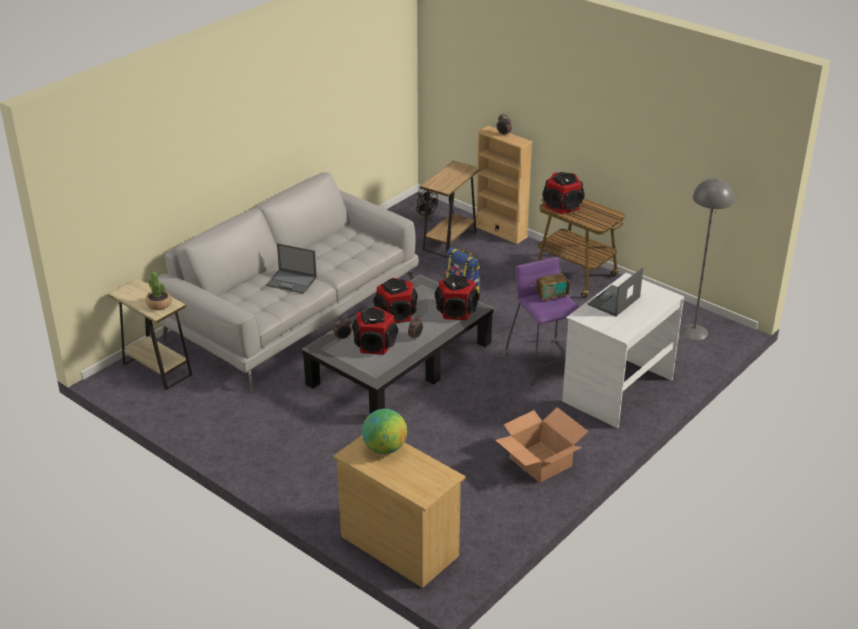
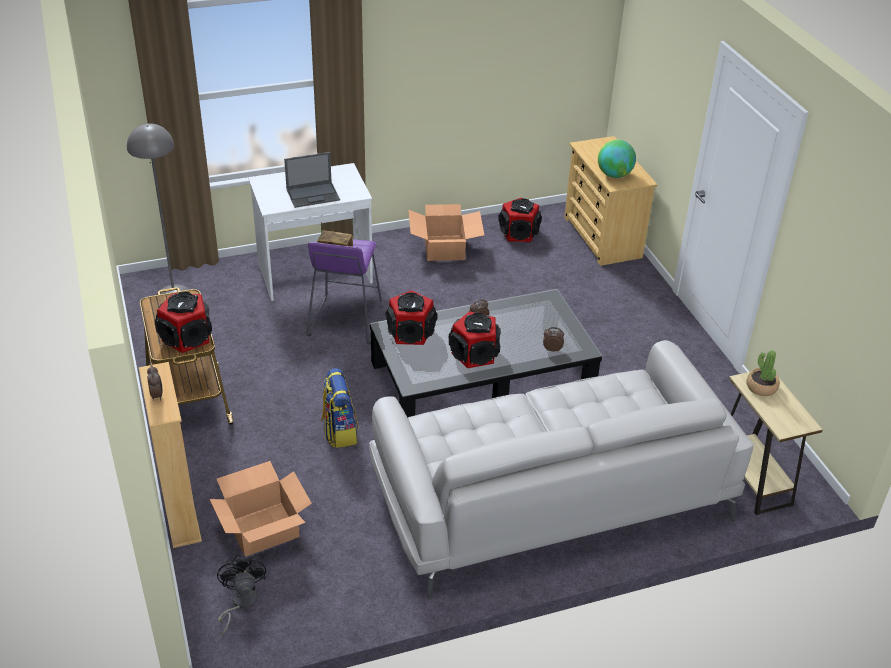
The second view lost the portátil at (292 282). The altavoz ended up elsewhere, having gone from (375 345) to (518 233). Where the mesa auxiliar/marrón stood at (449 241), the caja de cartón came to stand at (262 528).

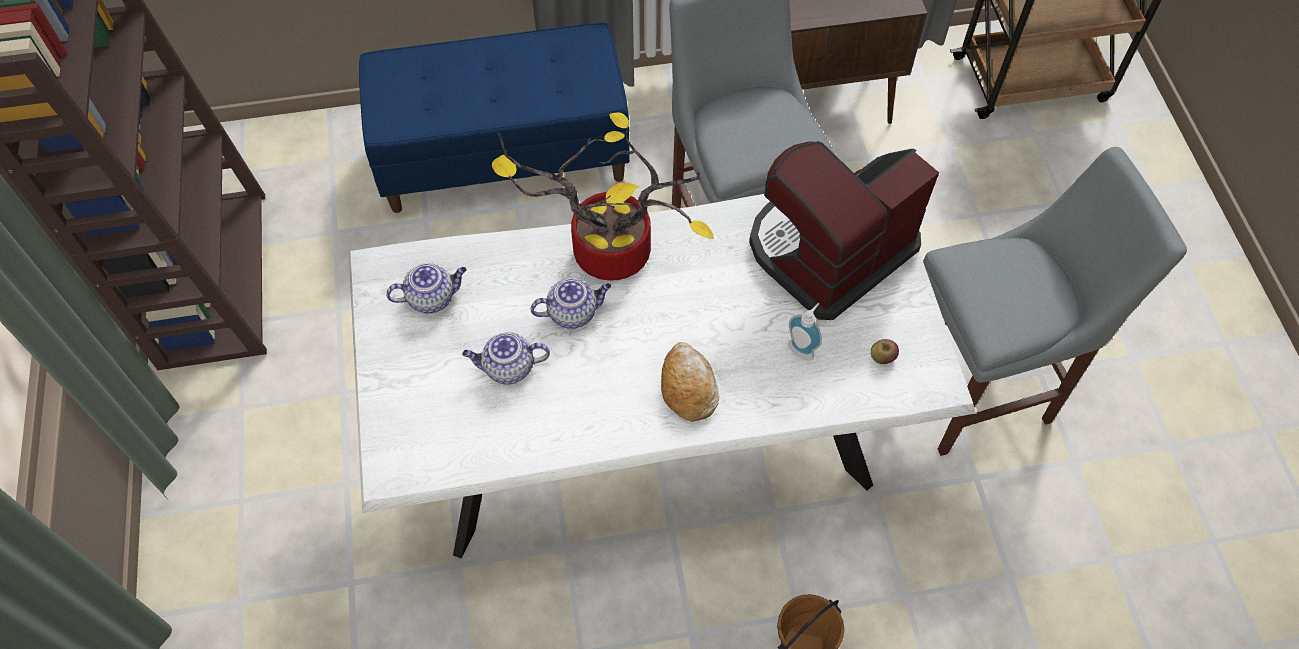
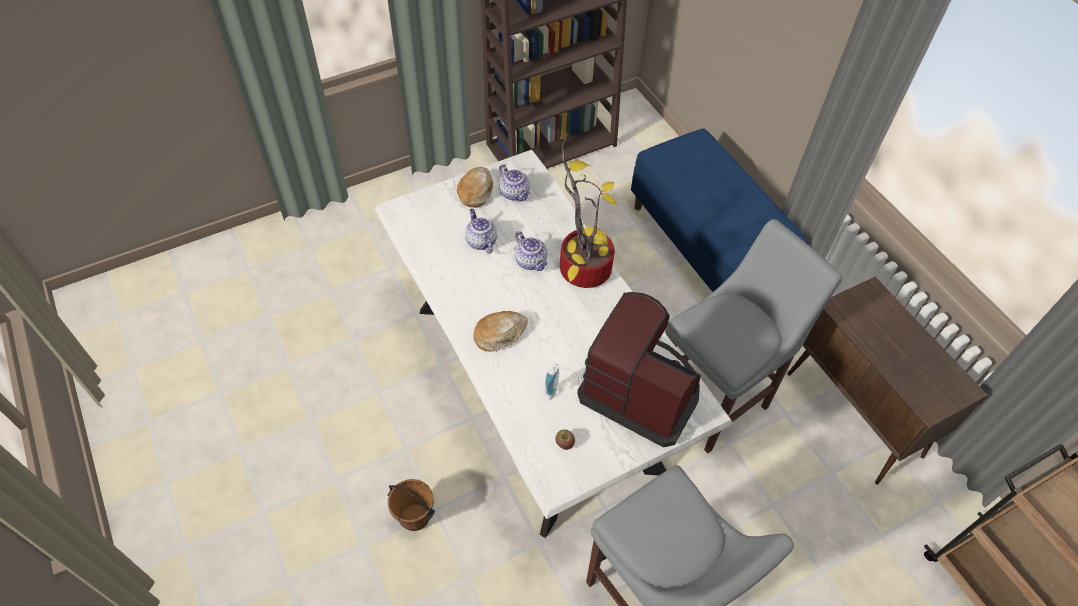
The second view gained the pan at (476 191).

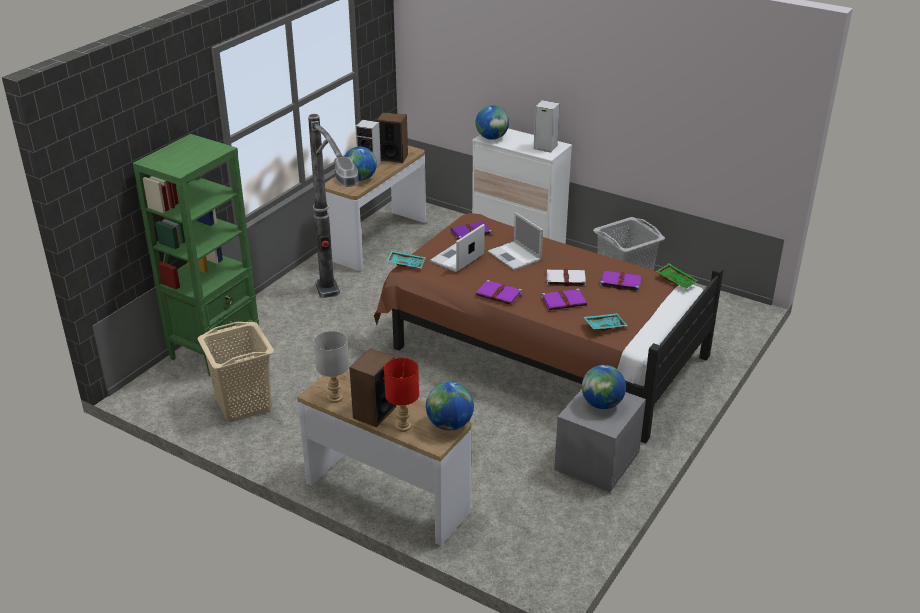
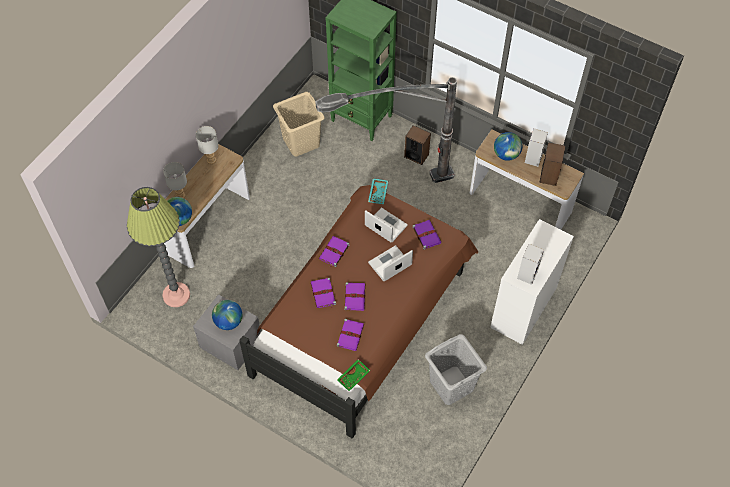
The second view lost the globo terráqueo at (492 138). The second view lost the bandeja/turquesa at (604 325). The second view gained the lámpara de pie at (176 295). The altavoz ended up elsewhere, having gone from (374 412) to (416 155). What was the lámpara de mesa/rojo at (402 427) turned into the lámpara de mesa/gris at (180 195). What was the libro/blanco at (565 279) turned into the libro/morado at (354 296).

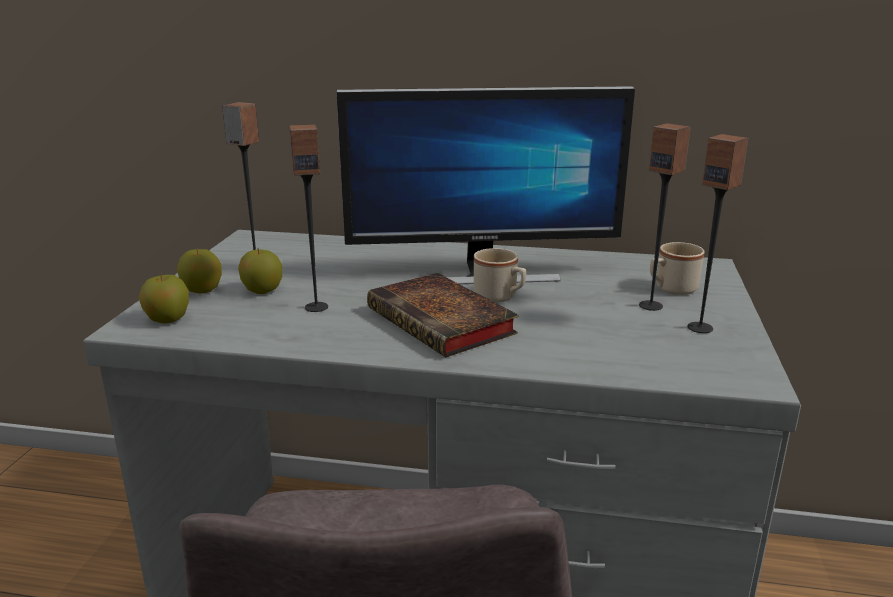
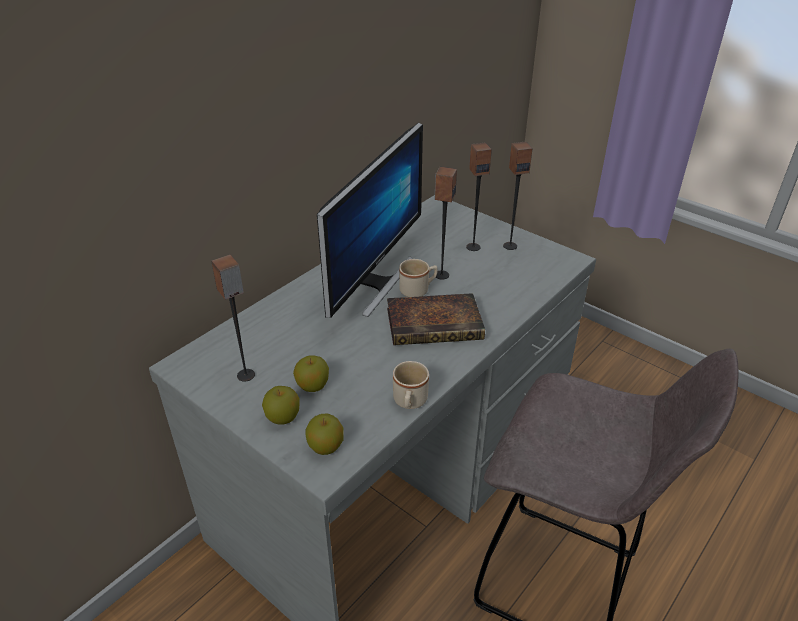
The altavoz ended up elsewhere, having gone from (316 307) to (441 275). The taza grande/beis ended up elsewhere, having gone from (671 289) to (409 403).

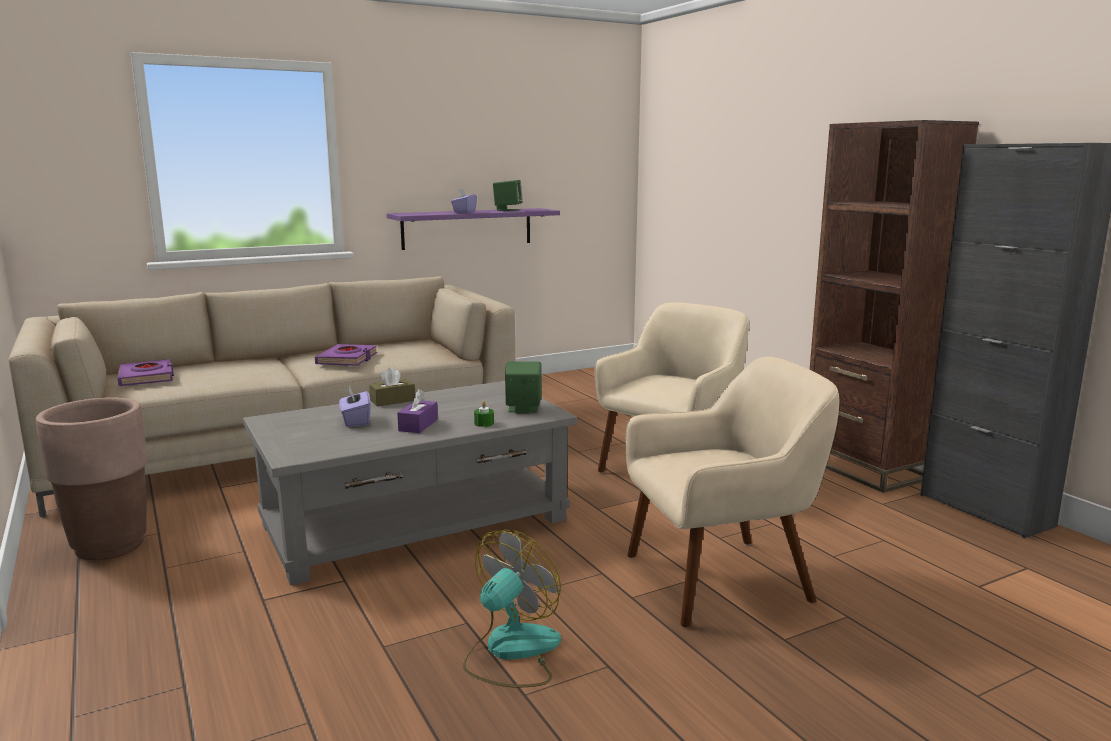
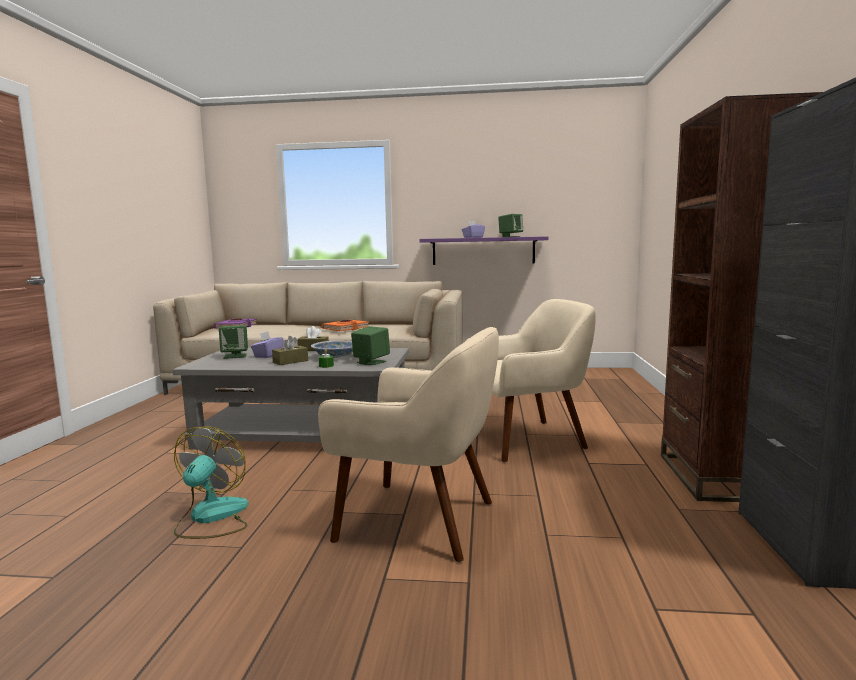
The second view lost the maceta/marrón at (109 546). The second view gained the altavoz/verde at (235 356). The second view gained the cuenco at (335 357). What was the libro/morado at (347 359) turned into the libro/naranja at (345 328). What was the caja de pañuelos/morado at (418 425) turned into the caja de pañuelos/marrón at (290 361). The ventilador at (511 652) ended up facing another way, 60 degrees counterclockwise from before.

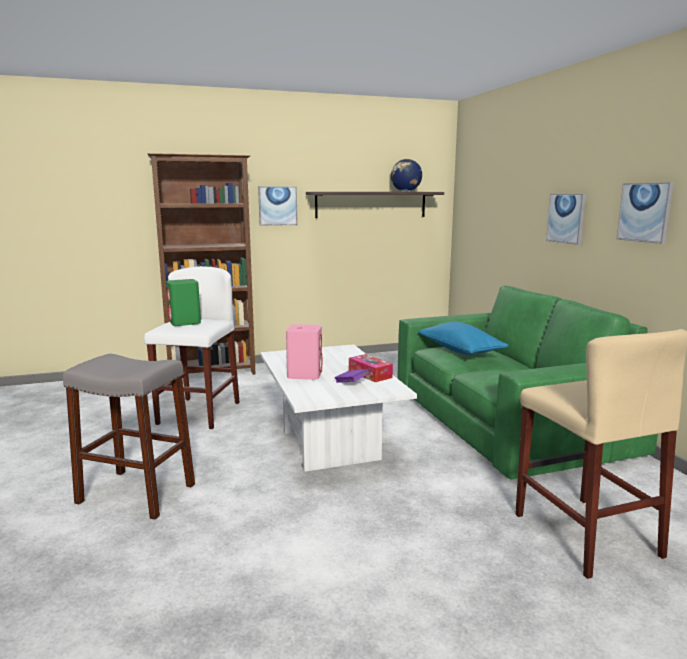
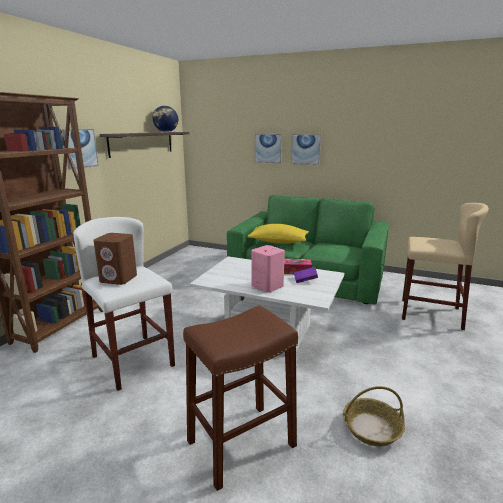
The second view gained the cesta at (371 428). The cuadro ended up elsewhere, having gone from (644 212) to (268 148). What was the taburete/gris at (136 493) turned into the taburete/marrón at (241 443). What was the altavoz/verde at (185 322) turned into the altavoz/marrón at (119 278). What was the cojín/azul at (460 351) turned into the cojín/amarillo at (278 242).

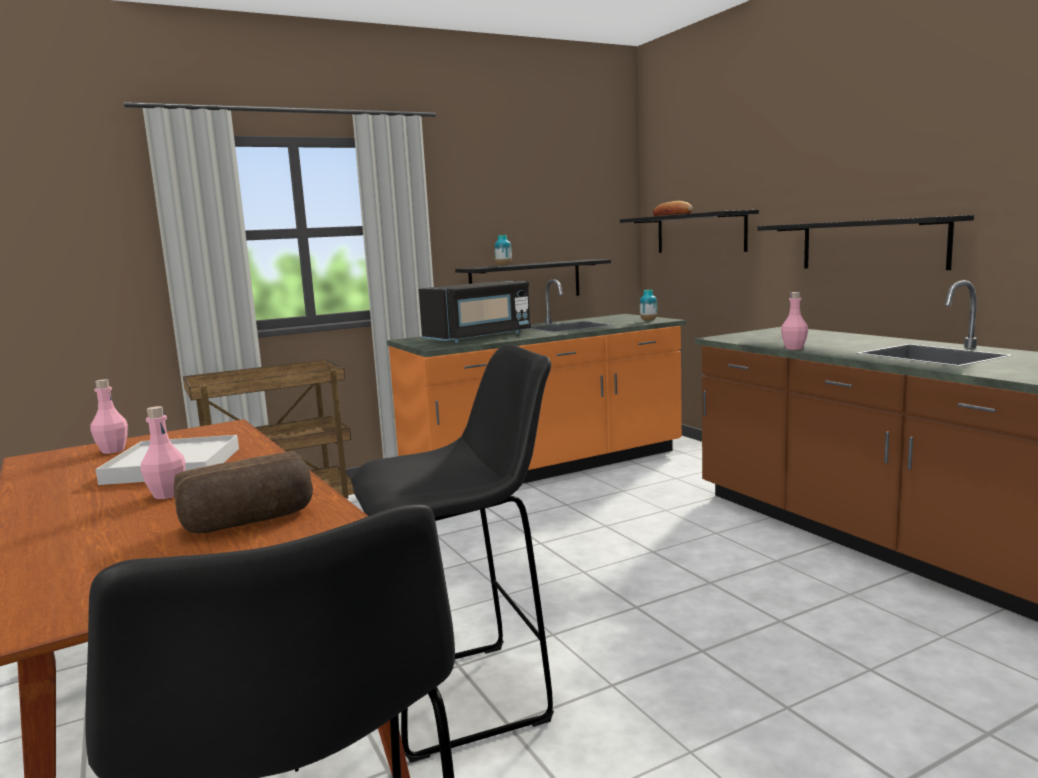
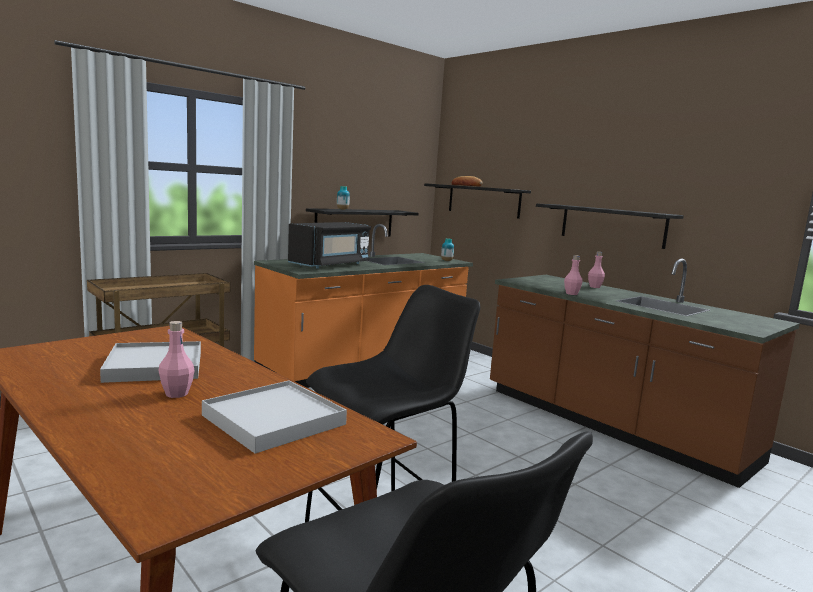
The botella/rosa ended up elsewhere, having gone from (113 450) to (594 287). Where the pan stood at (249 521), the bandeja/blanco came to stand at (273 420).

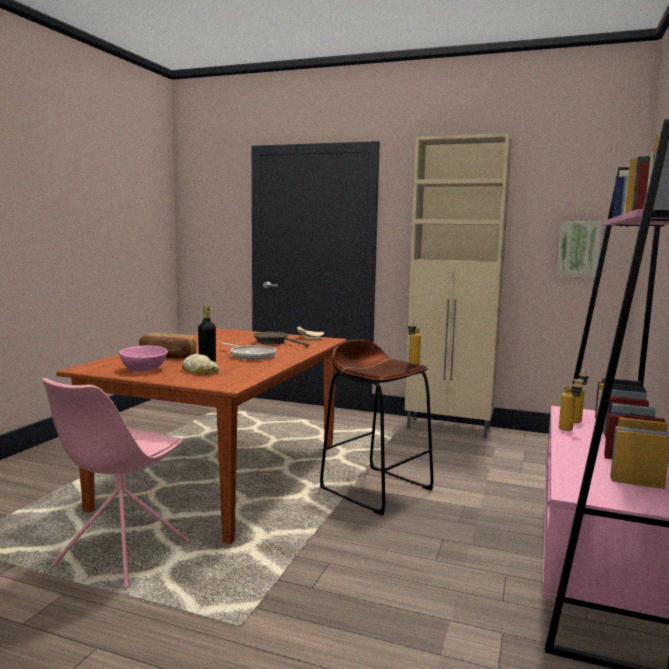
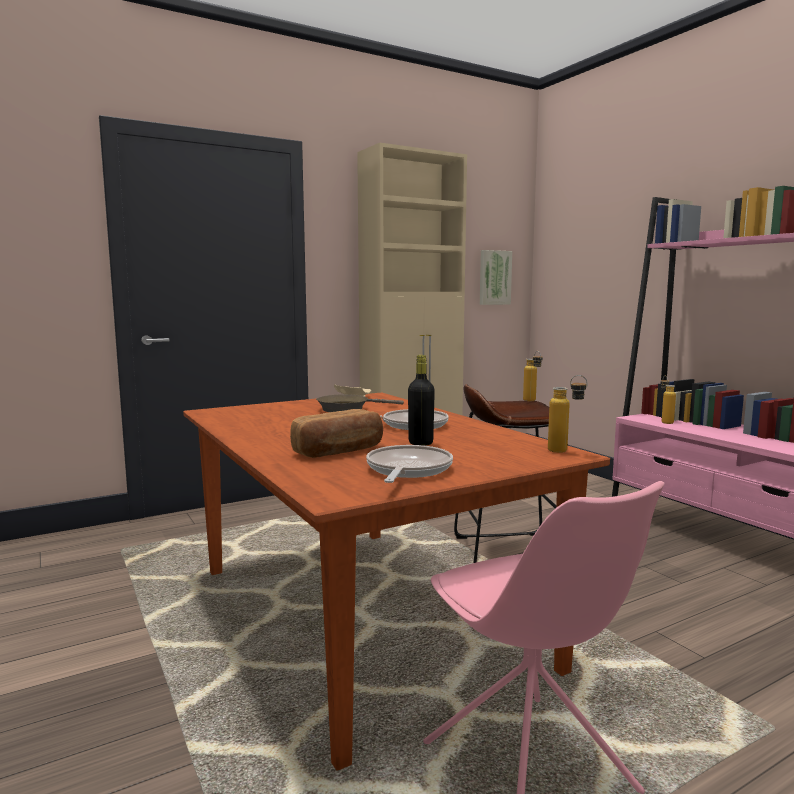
The second view lost the pan at (200 371). The botella ended up elsewhere, having gone from (569 430) to (565 451). Where the cuenco/rosa stood at (143 369), the sartén came to stand at (407 470).

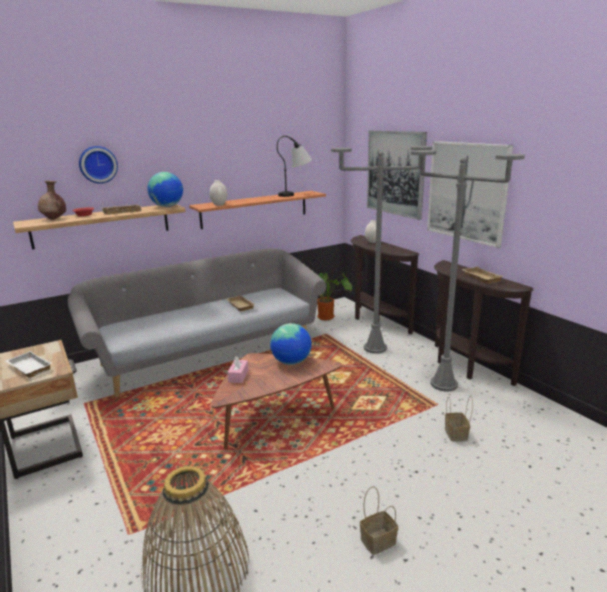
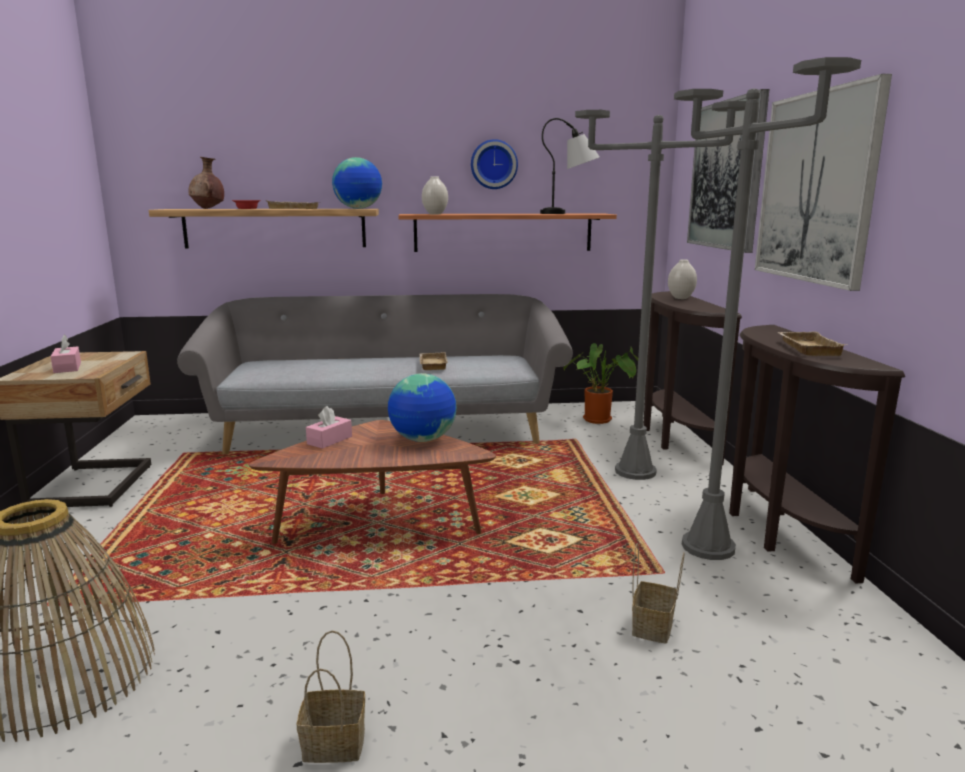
The reloj de pared ended up elsewhere, having gone from (98 164) to (493 164). Where the bandeja/blanco stood at (28 368), the caja de pañuelos/rosa came to stand at (67 367).

